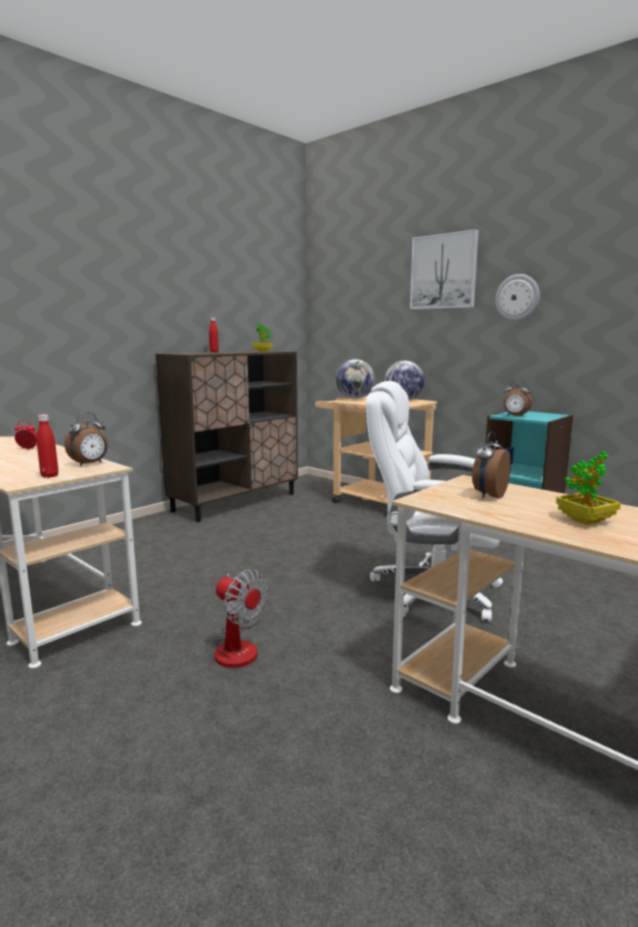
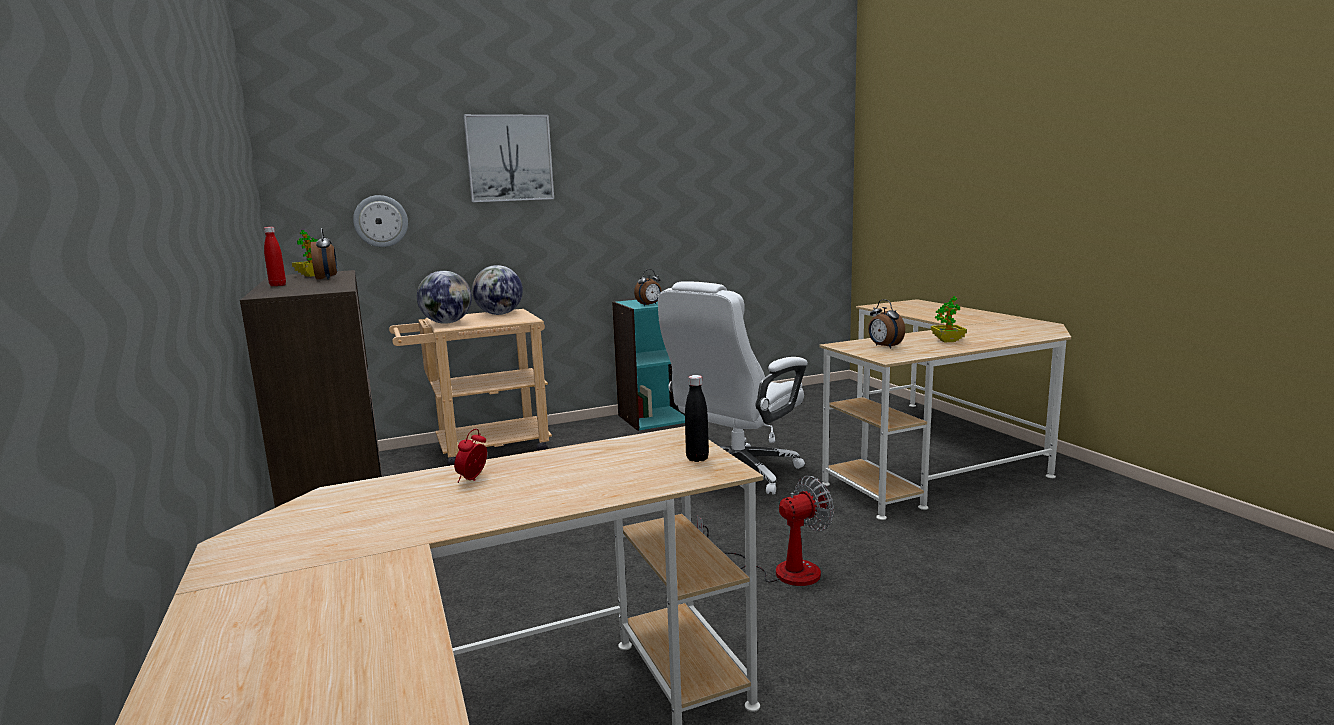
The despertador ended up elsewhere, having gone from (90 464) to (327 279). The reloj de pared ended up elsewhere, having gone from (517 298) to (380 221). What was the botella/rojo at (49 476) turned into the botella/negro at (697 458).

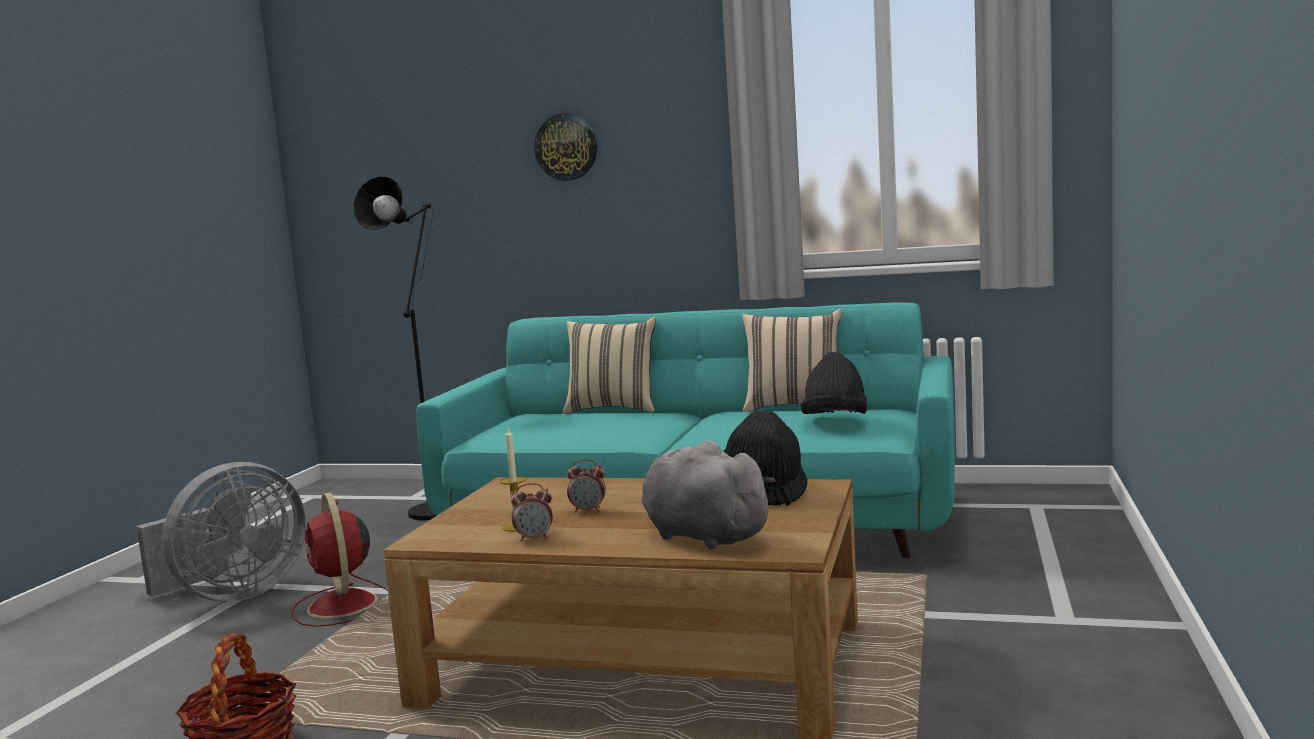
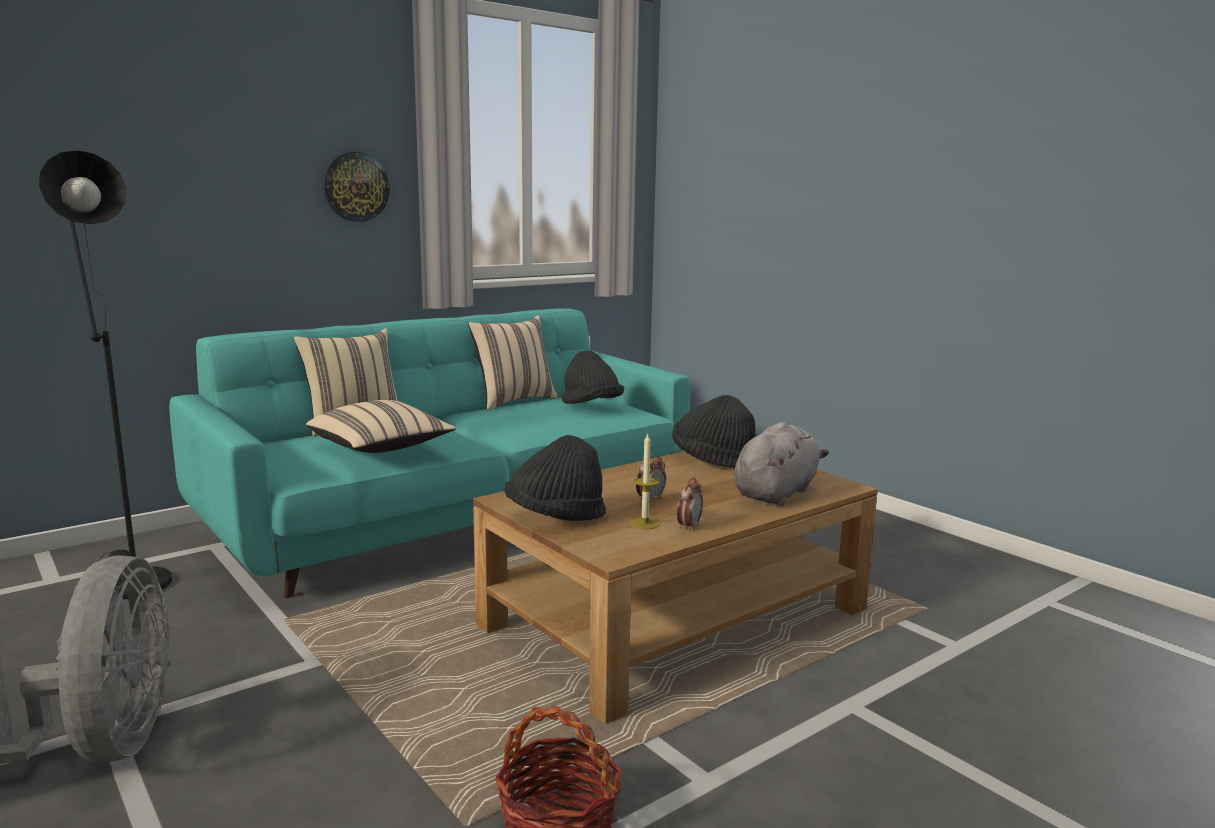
The second view lost the ventilador/rojo at (343 606). The second view gained the cojín/beis at (381 448). The second view gained the sombrero/negro at (555 517). The reloj de pared ended up elsewhere, having gone from (566 147) to (355 187). The peluche/gris at (702 536) ended up facing another way, 135 degrees clockwise from before.

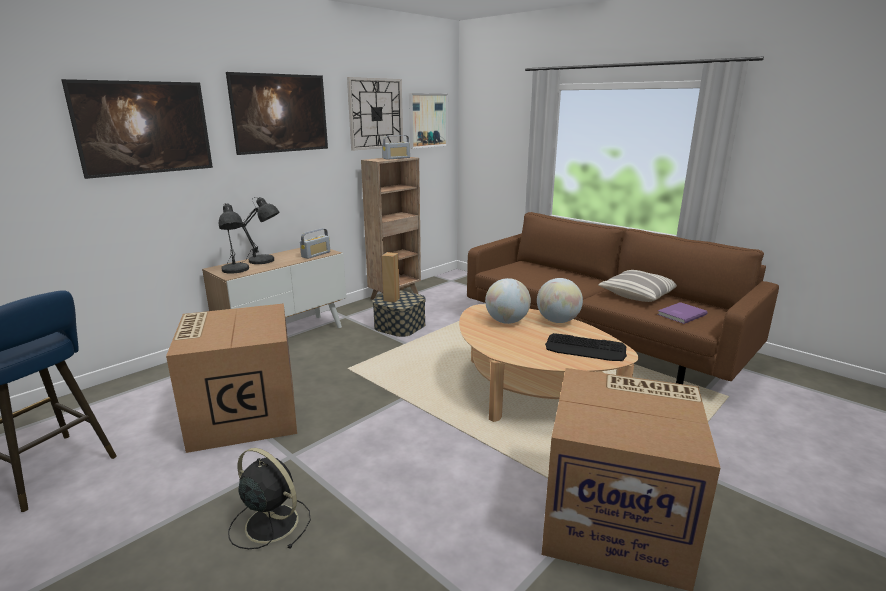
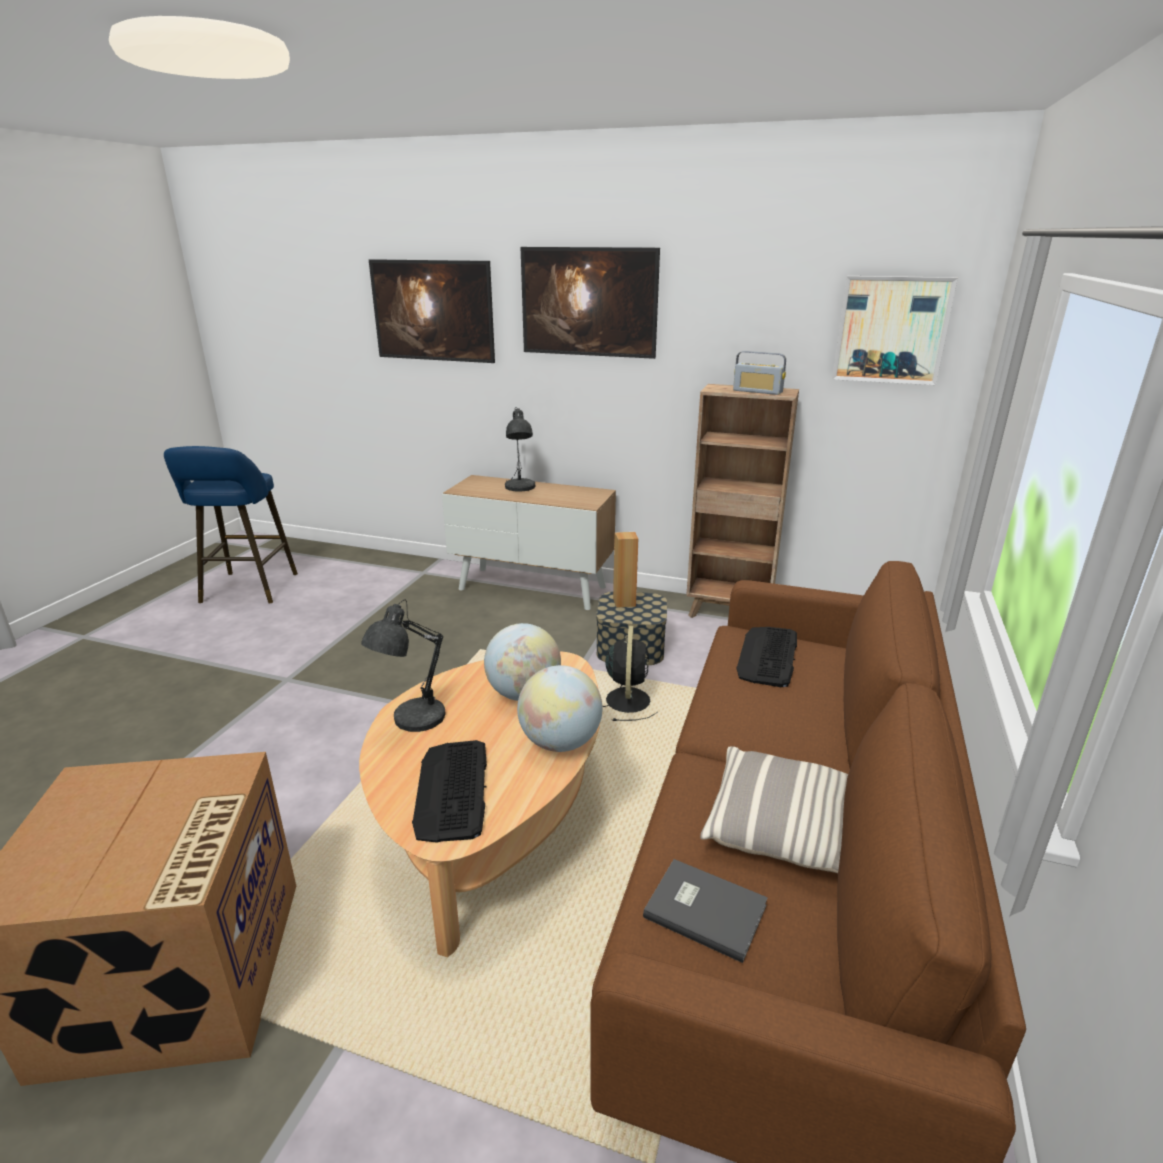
The second view lost the caja de cartón at (243 414). The second view lost the radio at (316 254). The second view lost the reloj de pared at (375 114). The second view gained the teclado at (768 656). The lámpara de mesa/gris ended up elsewhere, having gone from (235 270) to (413 720). The ventilador/negro ended up elsewhere, having gone from (270 522) to (628 699). What was the libro/morado at (680 314) turned into the libro/gris at (704 908).

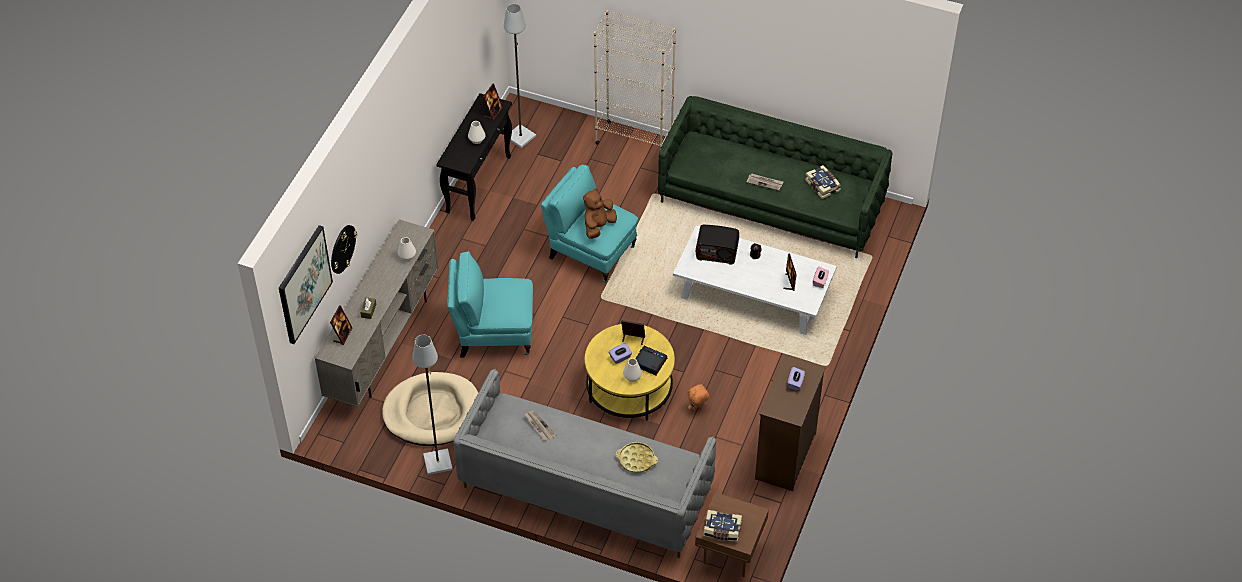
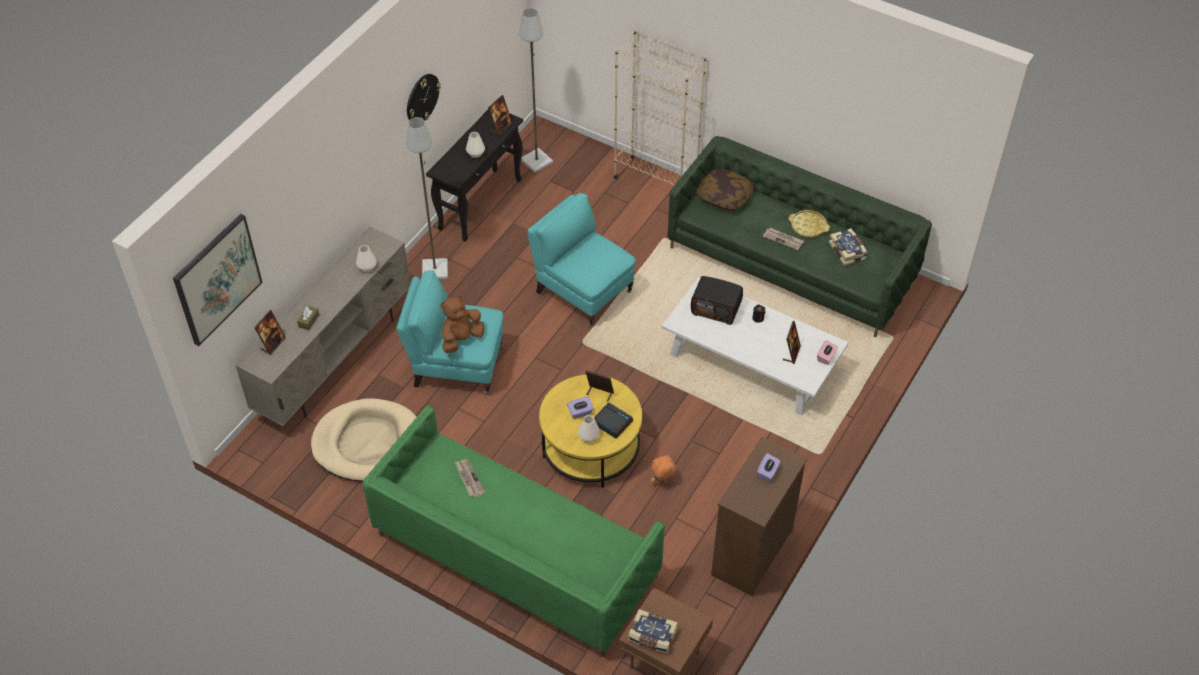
The second view gained the cojín at (724 196). The reloj de pared ended up elsewhere, having gone from (342 249) to (422 98). The lámpara de pie/gris ended up elsewhere, having gone from (438 462) to (435 269). The peluche/marrón ended up elsewhere, having gone from (598 226) to (461 339). The bandeja/amarillo ended up elsewhere, having gone from (636 460) to (808 226). What was the sofá/gris at (585 487) turned into the sofá/verde at (515 555).

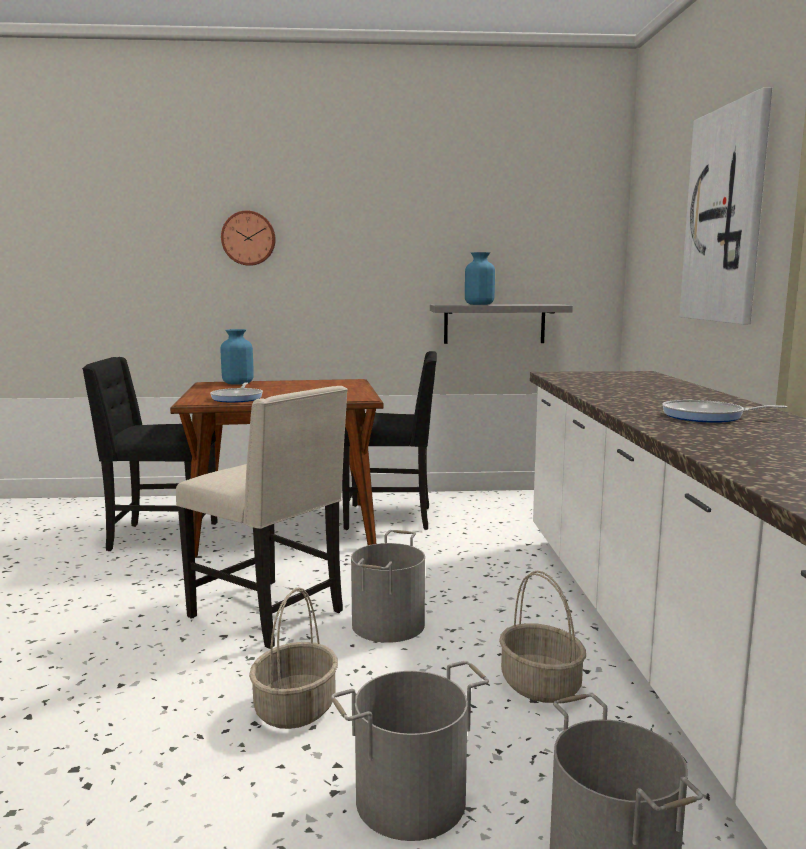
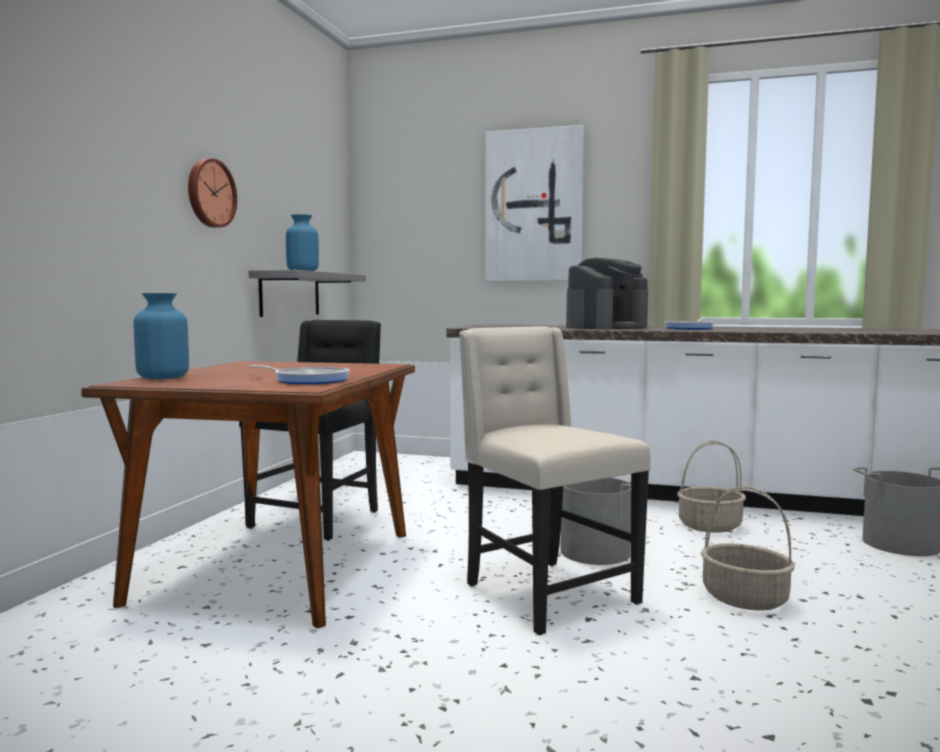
The second view lost the silla/negro at (161 537). The second view lost the cubo/gris at (411 800). The second view gained the cafetera at (607 327). The reloj de pared ended up elsewhere, having gone from (248 238) to (210 193). The silla/beis at (270 614) ended up facing another way, 90 degrees counterclockwise from before.

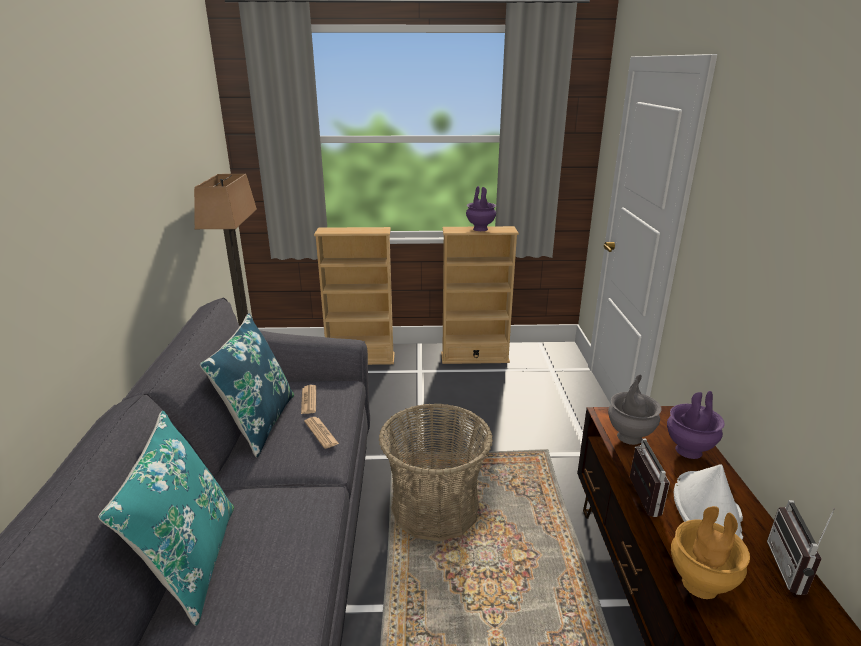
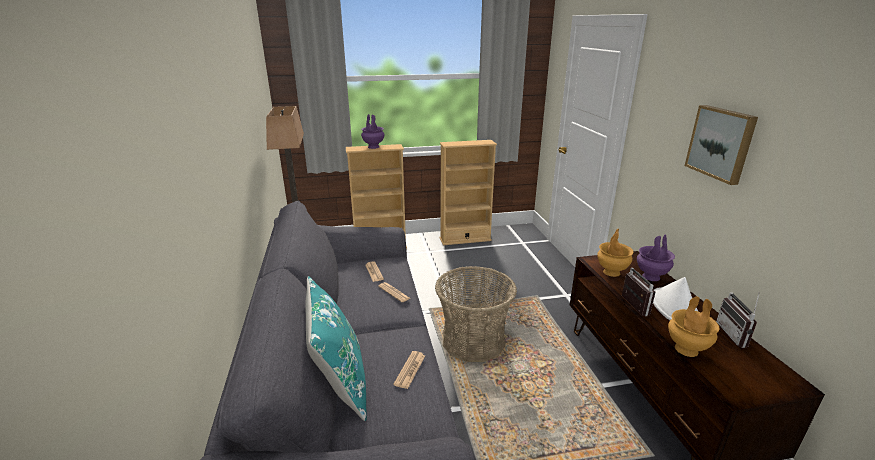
The second view lost the cojín/azul at (259 423). The second view gained the periódico at (410 370). The second view gained the cuadro at (721 143). The florero/morado ended up elsewhere, having gone from (480 229) to (373 147). What was the florero/gris at (629 436) turned into the florero/marrón at (611 272).

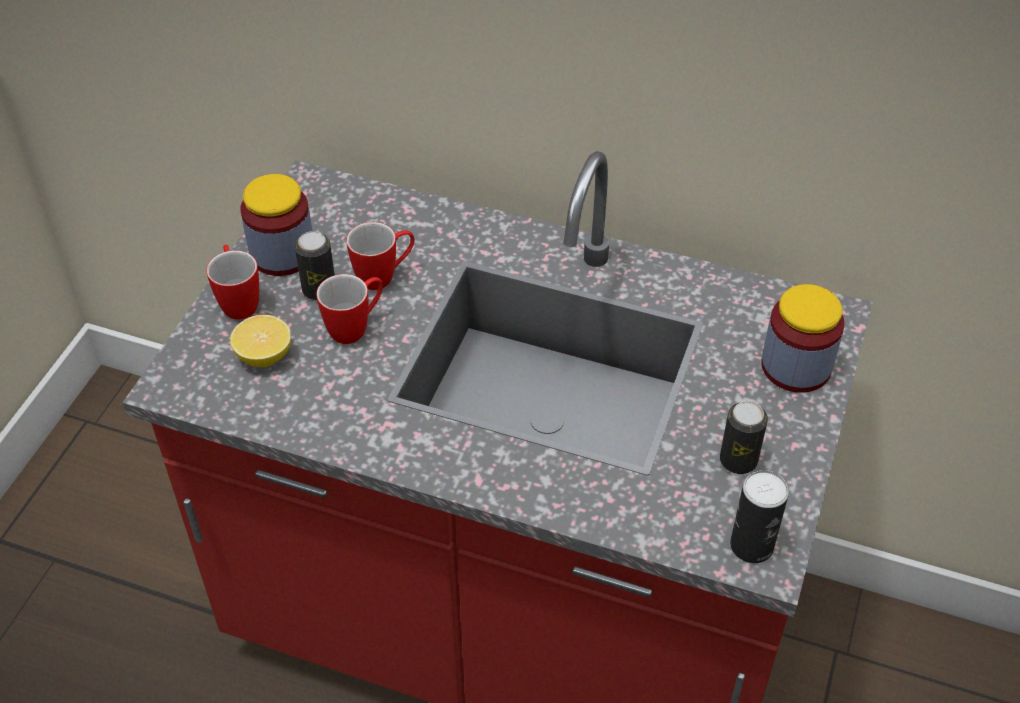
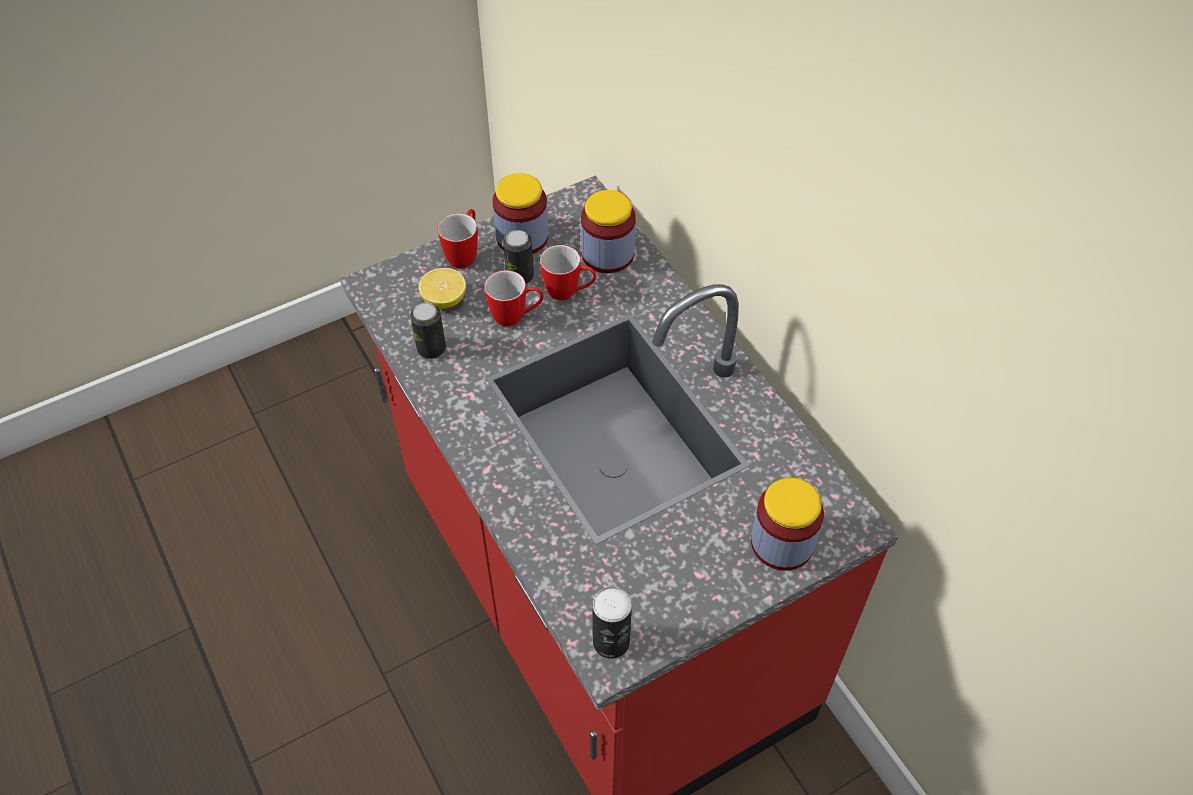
The second view gained the tarro at (607 254). The lata ended up elsewhere, having gone from (738 460) to (431 349).

